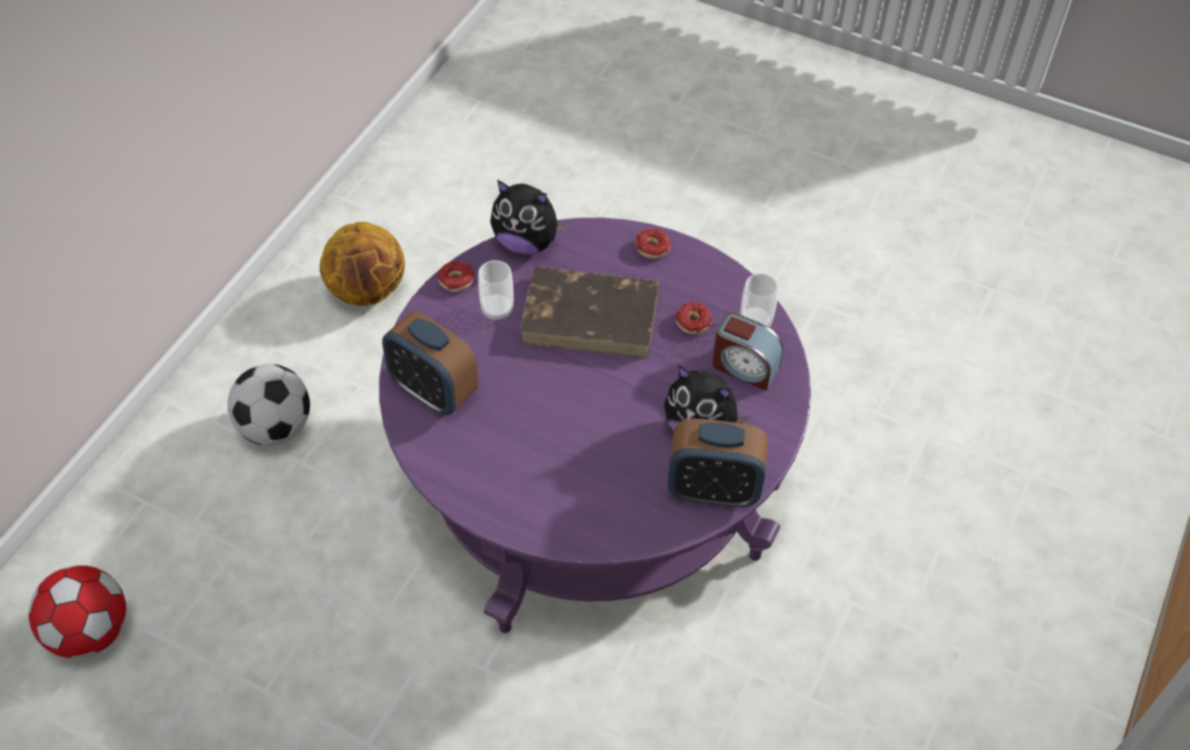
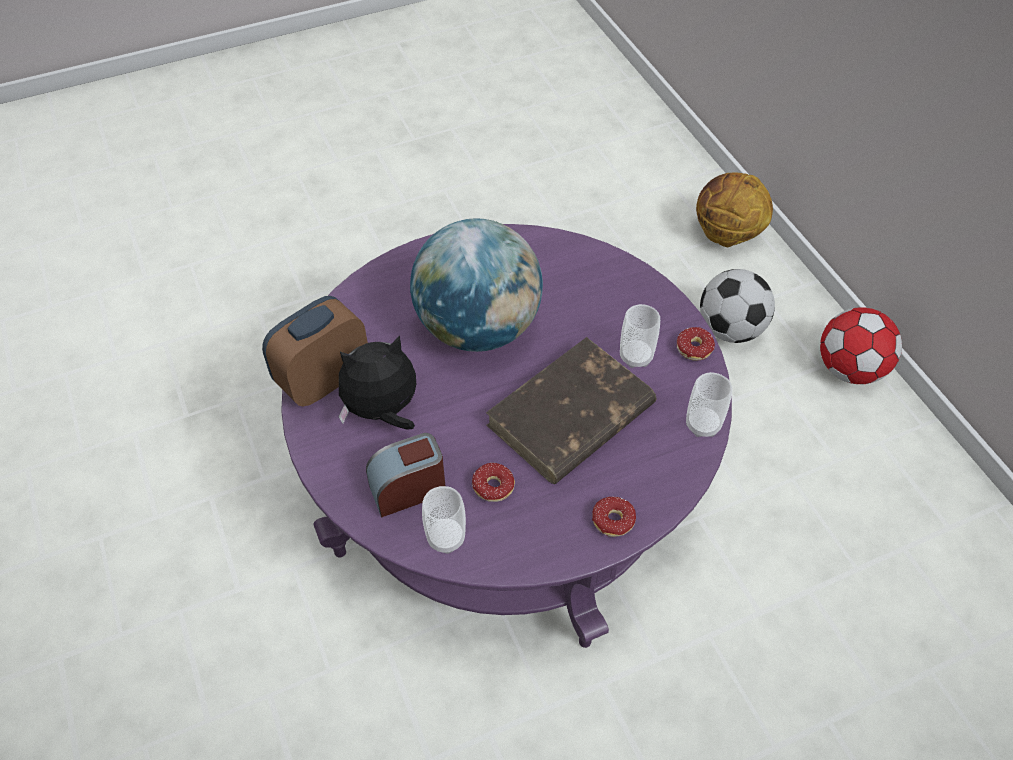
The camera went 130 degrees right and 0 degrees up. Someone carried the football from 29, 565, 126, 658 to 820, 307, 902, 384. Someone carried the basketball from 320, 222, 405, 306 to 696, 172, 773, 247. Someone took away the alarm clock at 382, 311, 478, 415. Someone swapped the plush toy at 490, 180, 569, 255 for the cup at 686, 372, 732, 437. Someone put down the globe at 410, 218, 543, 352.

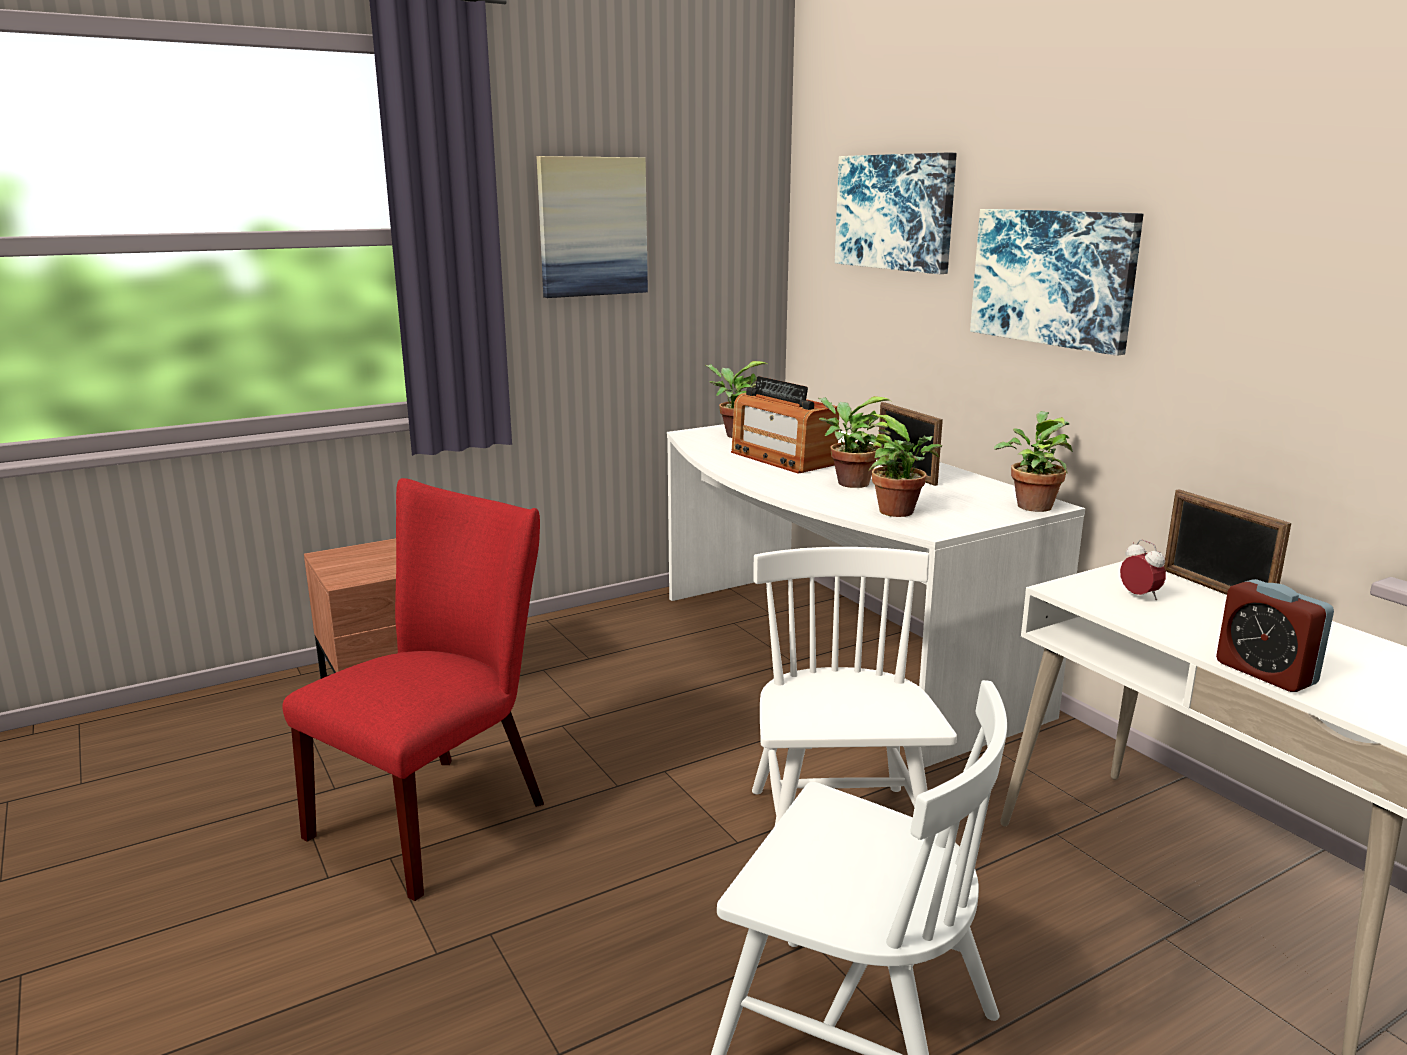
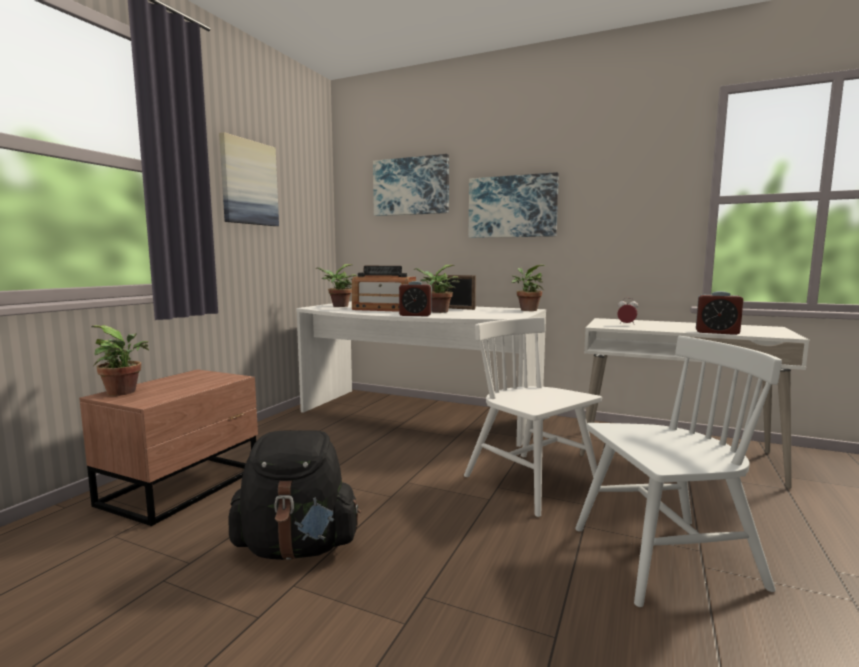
The camera went 35 degrees left and 10 degrees down. Someone swapped the red chair at 282, 478, 544, 901 for the black backpack at 229, 430, 361, 560. Someone carried the potted plant from 868, 414, 942, 517 to 91, 325, 149, 396. Someone took away the picture frame at 1164, 489, 1291, 595. Someone put down the alarm clock at 399, 281, 432, 316.

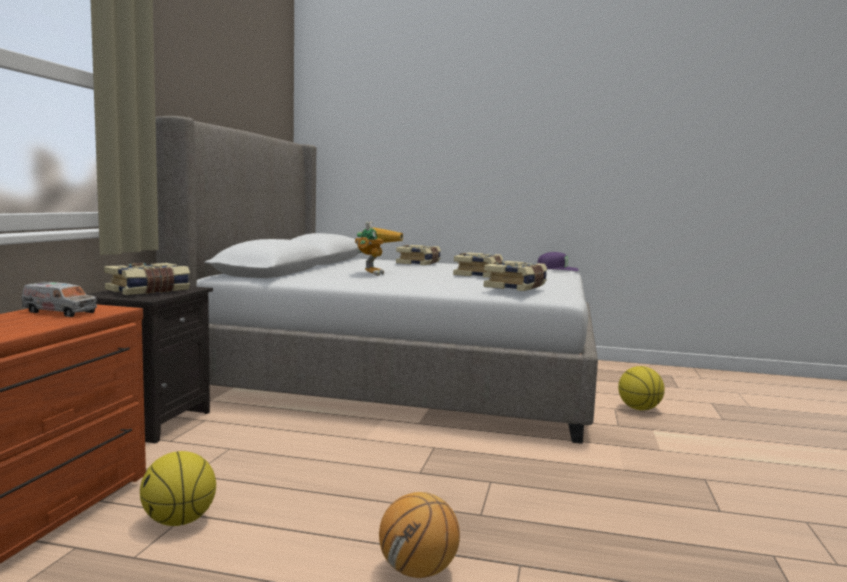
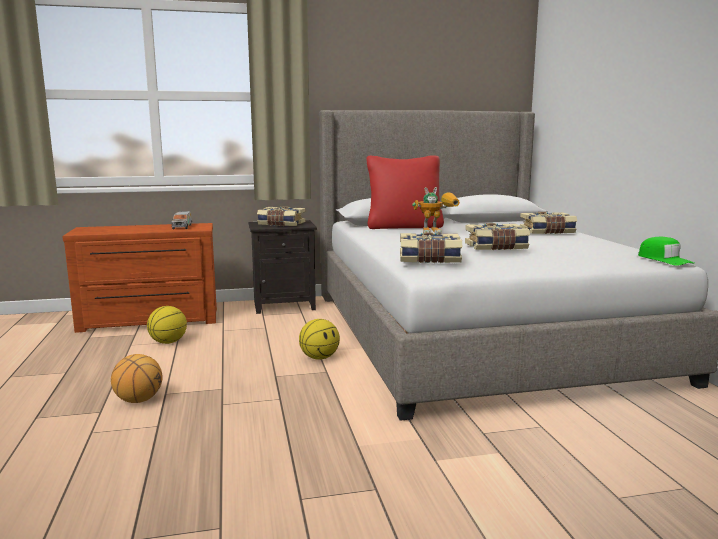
The camera went 65 degrees right and 5 degrees up. Someone repainted the purple cap at 537, 252, 578, 271, which became the green cap at 638, 237, 694, 266. Someone carried the basketball from 618, 366, 665, 410 to 299, 319, 340, 360. Someone put down the red pillow at 367, 156, 444, 229.

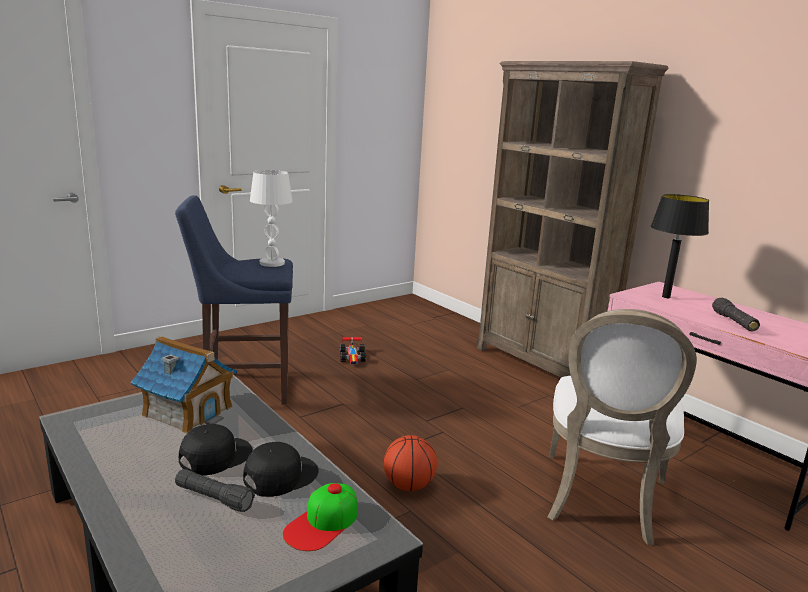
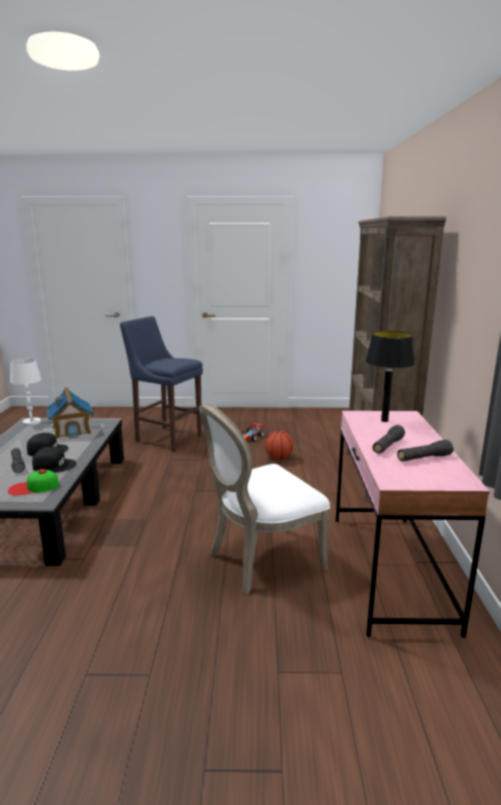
The camera went 40 degrees right and 0 degrees up. Someone carried the white table lamp from 250, 170, 293, 267 to 10, 359, 41, 426. Someone carried the basketball from 383, 435, 437, 491 to 265, 431, 293, 460. Someone put down the black flashlight at 397, 439, 454, 462.

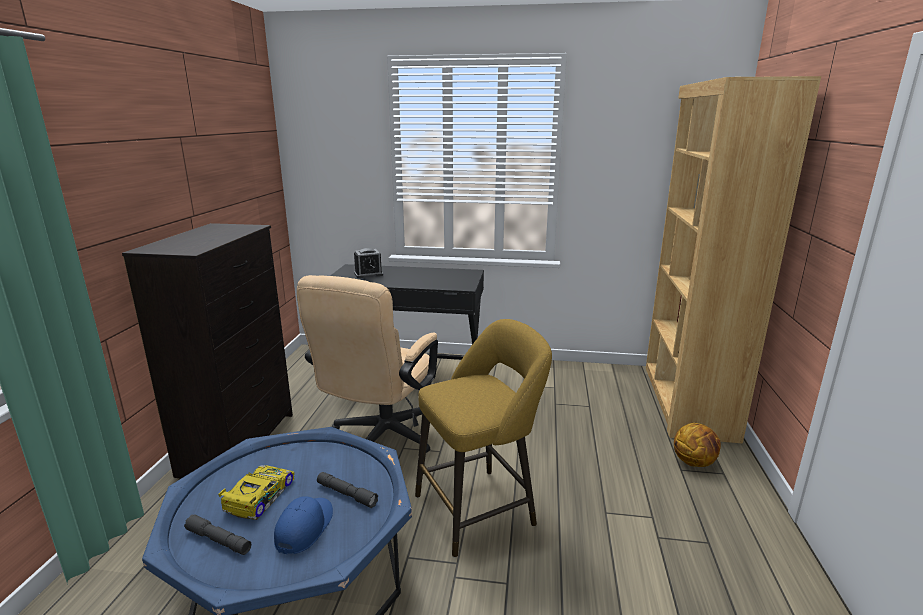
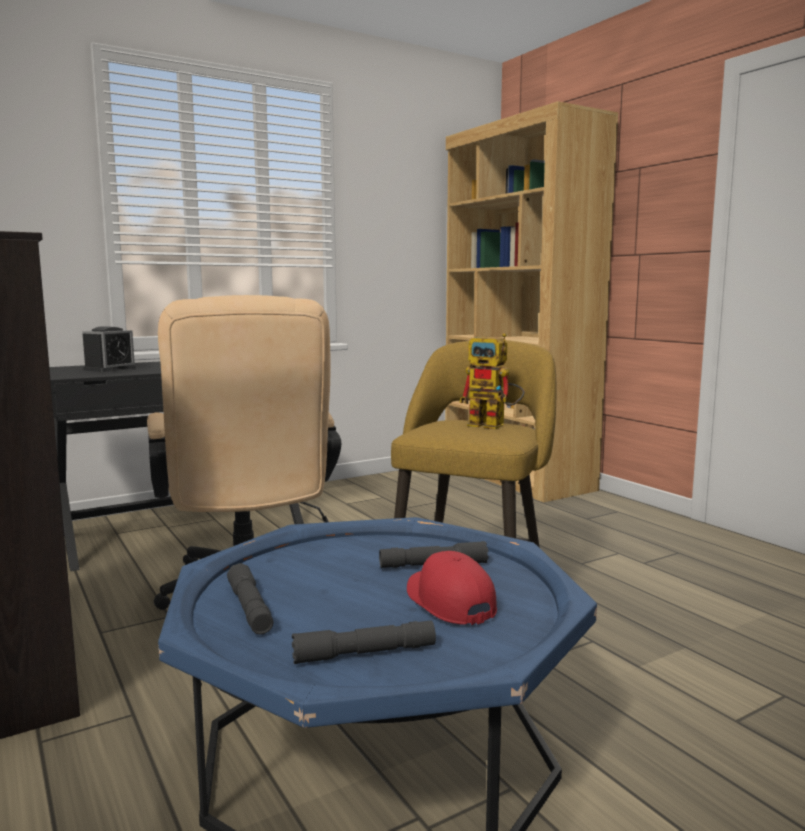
The camera went 40 degrees left and 10 degrees down. Someone took away the toy car at 218, 465, 295, 520. Someone repainted the blue cap at 274, 496, 333, 554, which became the red cap at 407, 551, 497, 625. Someone took away the basketball at 674, 423, 721, 467. Someone put down the grey flashlight at 227, 563, 273, 634. Someone put down the toy robot at 459, 333, 525, 429.

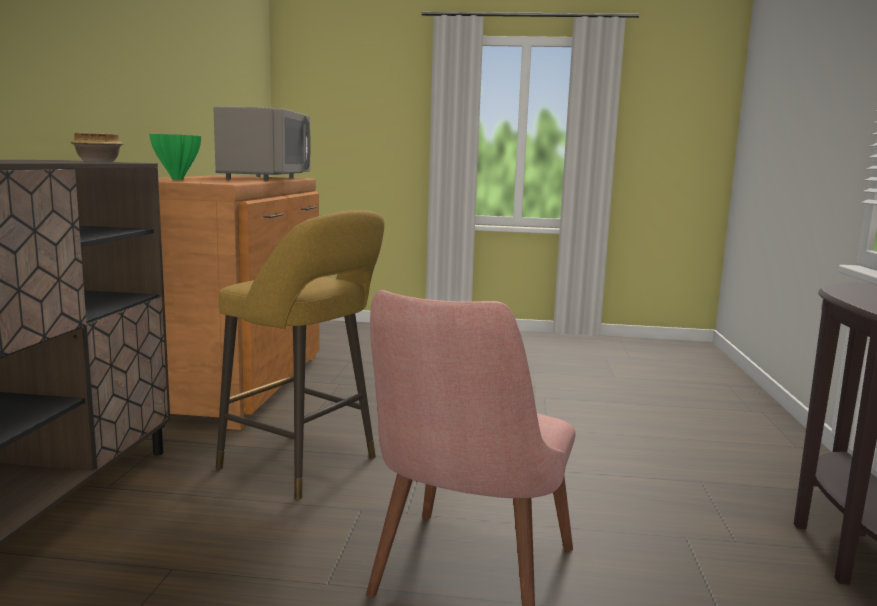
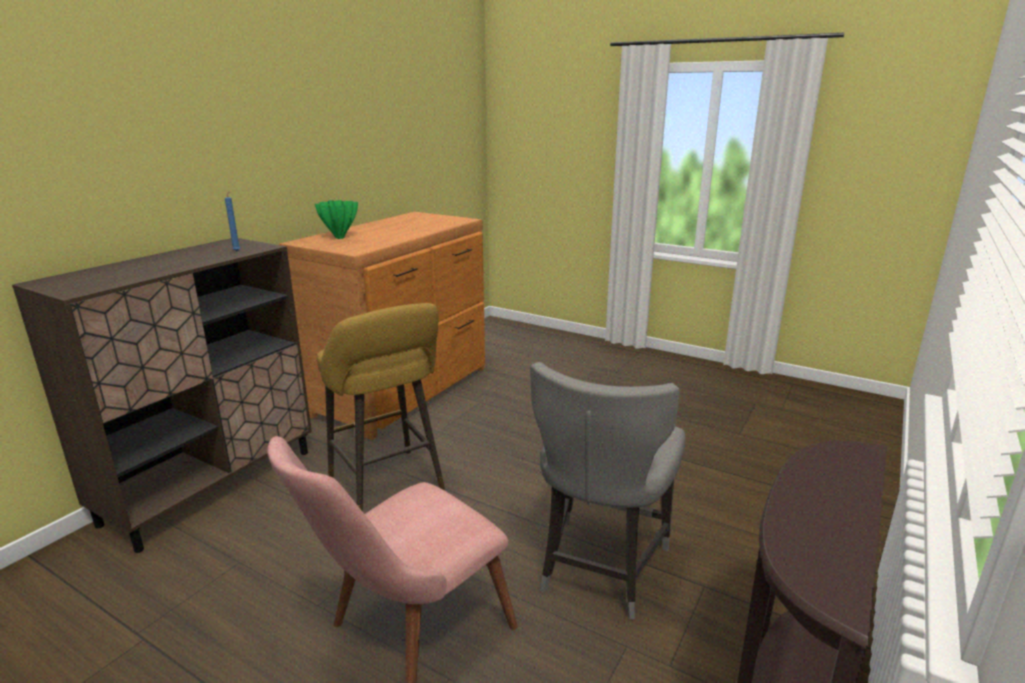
The camera went 25 degrees right and 10 degrees up. Someone swapped the bowl at 70, 132, 123, 162 for the blue candle at 225, 191, 240, 251. Someone took away the grey microwave at 214, 106, 311, 180. Someone put down the grey chair at 530, 362, 685, 620.

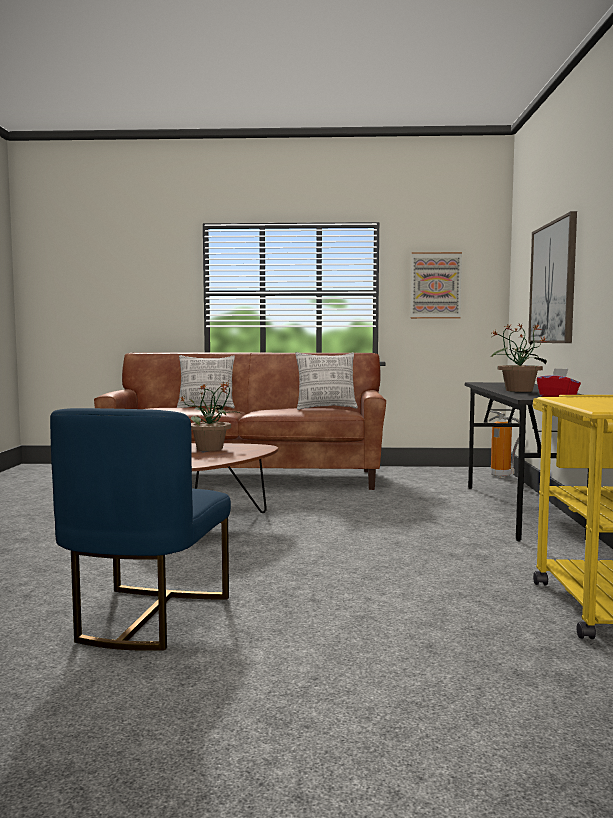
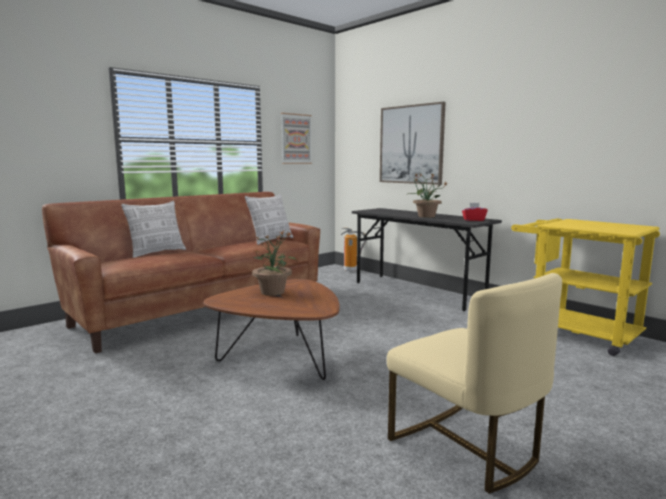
The camera went 45 degrees left and 5 degrees up. Someone repainted the blue chair at 50, 408, 231, 651, which became the beige chair at 387, 273, 562, 494.

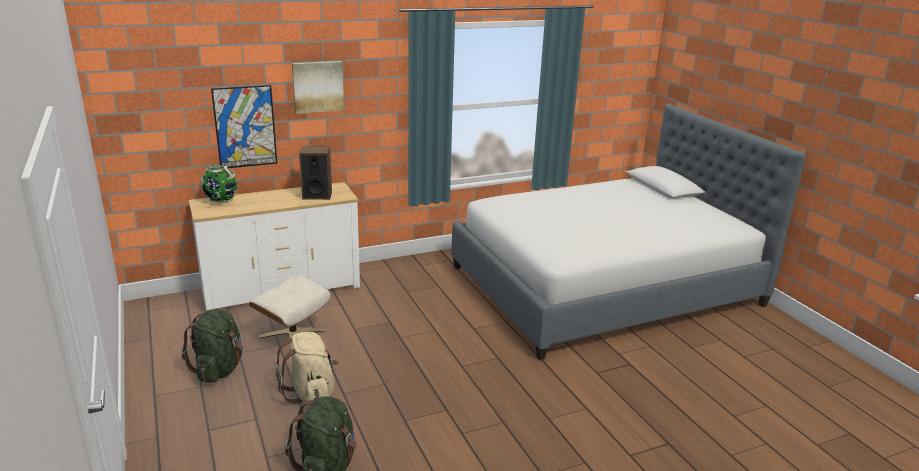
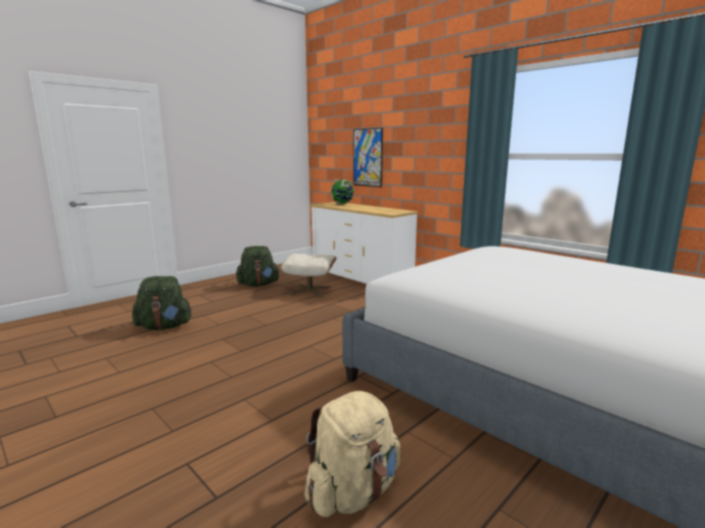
The camera went 70 degrees right and 10 degrees down. Someone carried the beige backpack from 275, 332, 338, 406 to 305, 391, 400, 517. Someone took away the picture at 292, 61, 344, 114. Someone took away the speaker at 299, 146, 332, 200.

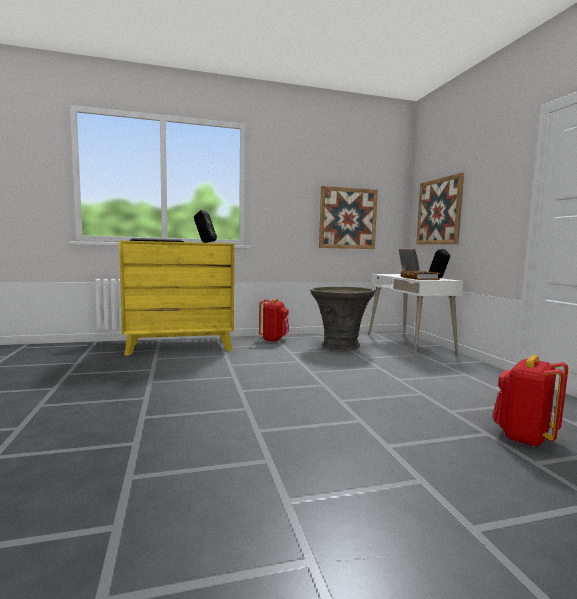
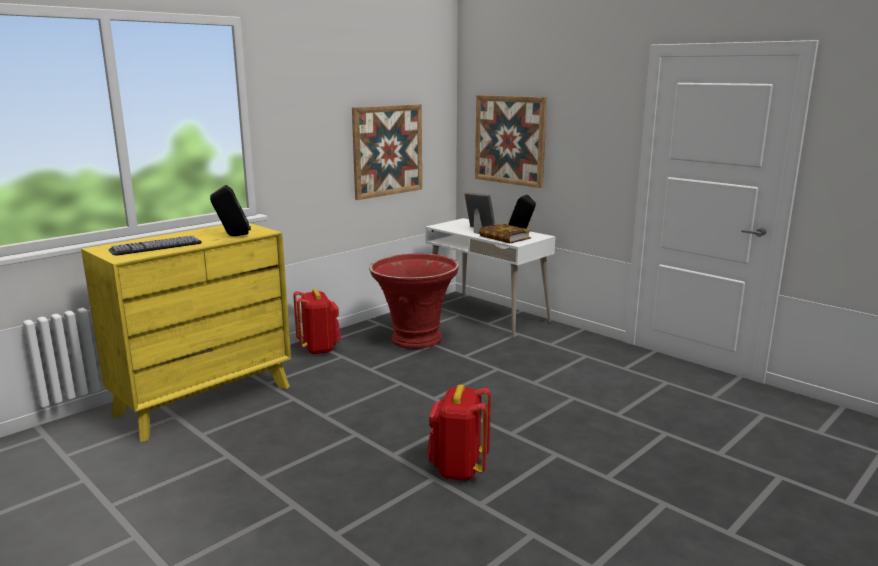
The camera went 30 degrees left and 10 degrees up. Someone repainted the grey planter at 310, 286, 376, 350, which became the red planter at 369, 253, 459, 349. Someone carried the red backpack from 492, 355, 568, 447 to 427, 384, 491, 481.

